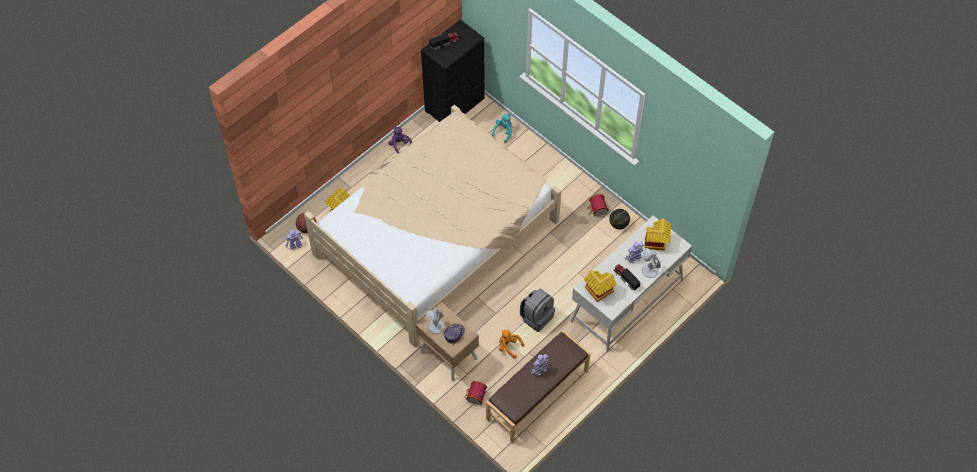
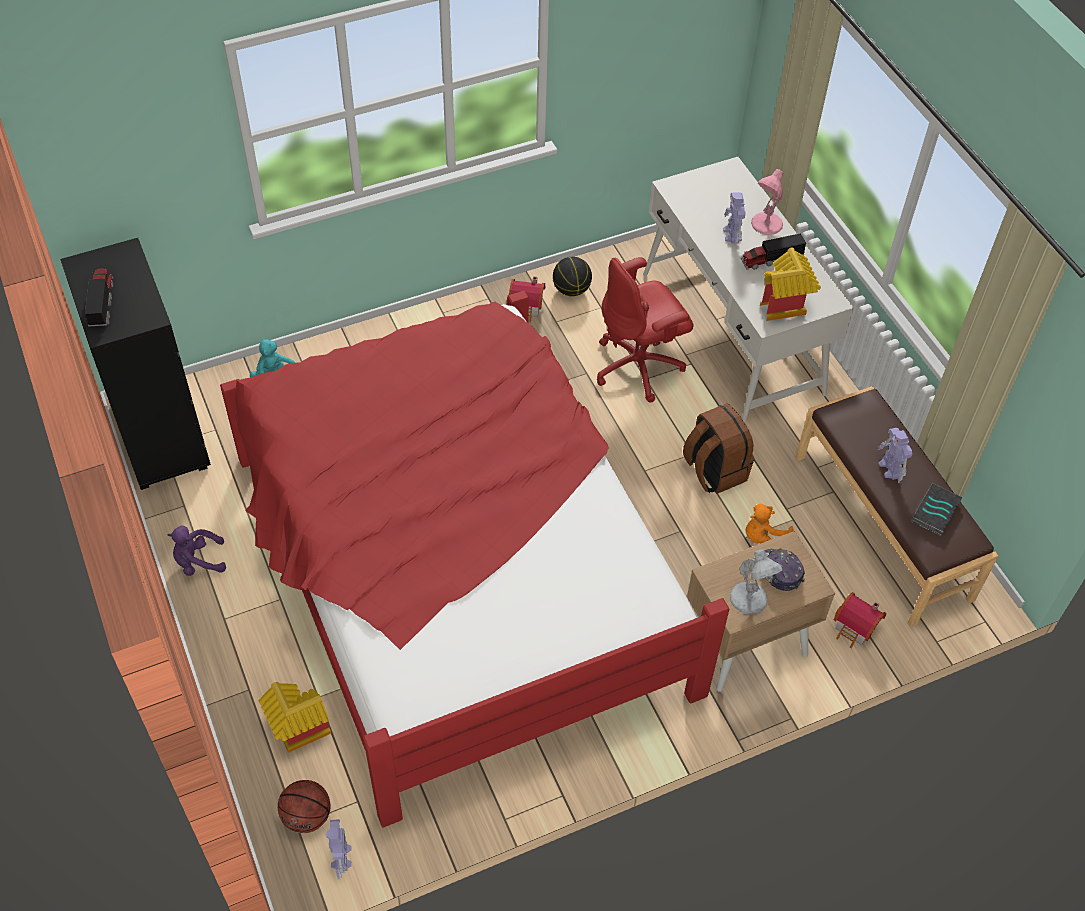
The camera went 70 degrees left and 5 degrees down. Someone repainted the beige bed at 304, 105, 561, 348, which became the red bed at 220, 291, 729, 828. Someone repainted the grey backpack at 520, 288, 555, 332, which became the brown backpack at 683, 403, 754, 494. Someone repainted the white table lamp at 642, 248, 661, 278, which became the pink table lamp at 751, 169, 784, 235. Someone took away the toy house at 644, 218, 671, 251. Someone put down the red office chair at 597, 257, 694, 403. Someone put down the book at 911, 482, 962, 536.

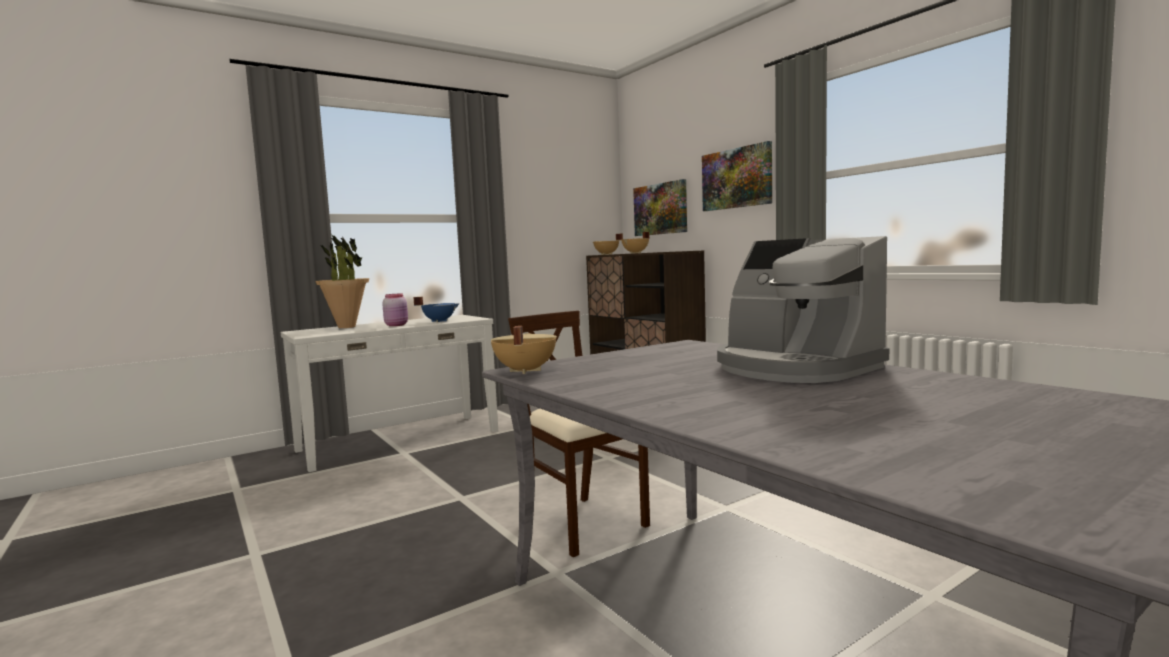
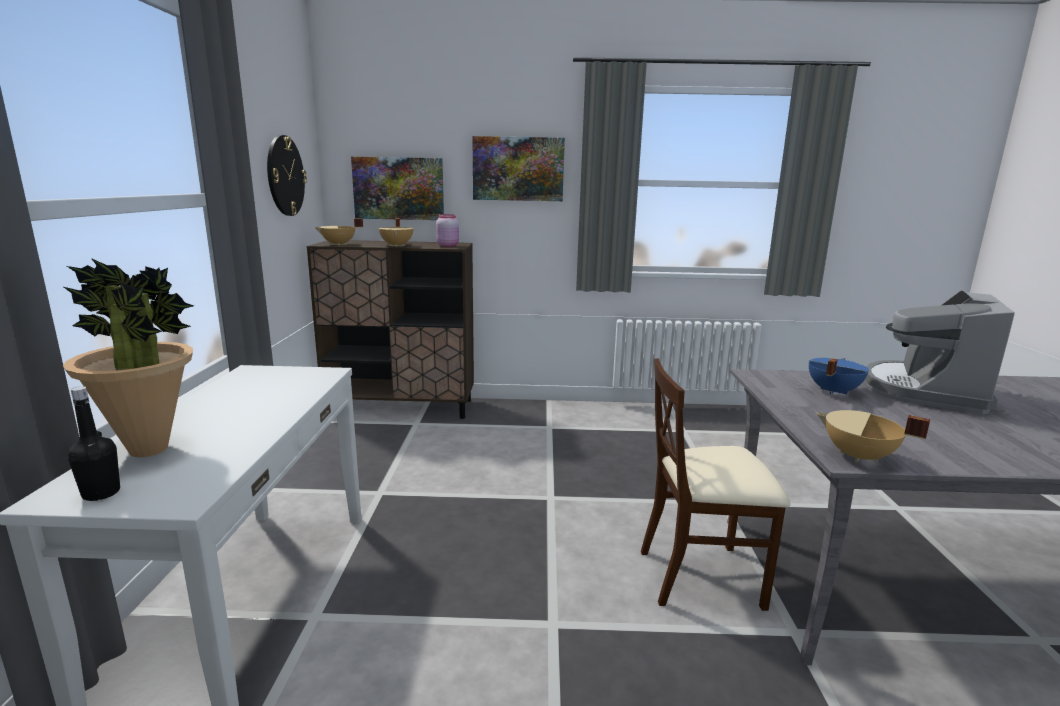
The camera went 55 degrees left and 10 degrees up. Someone carried the pink jar from 382, 294, 408, 326 to 436, 214, 459, 247. Someone carried the blue cooking pot from 413, 297, 459, 322 to 809, 358, 869, 395. Someone rotated the coffee machine at 717, 236, 889, 383 by 120 degrees clockwise. Someone put down the black bottle at 67, 386, 120, 501. Someone put up the wall clock at 267, 135, 307, 216.

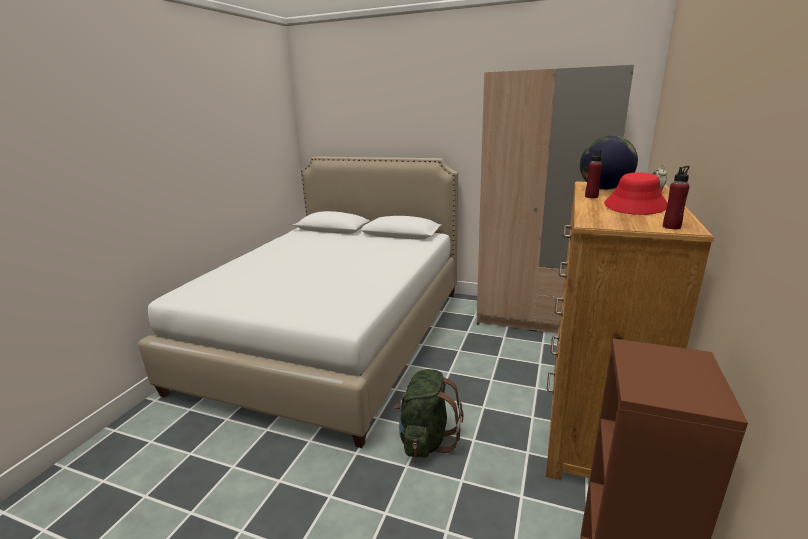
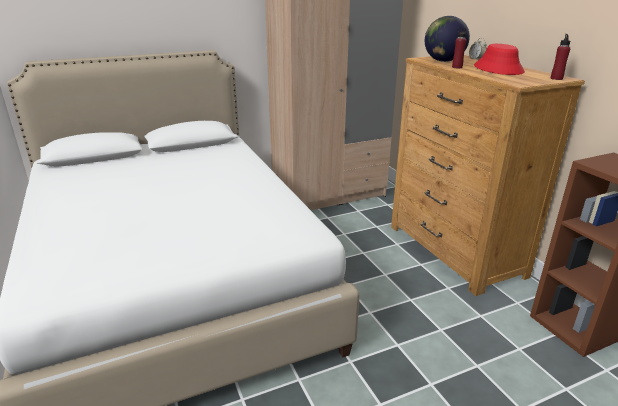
The camera went 45 degrees left and 5 degrees up. Someone took away the green backpack at 394, 369, 463, 458.

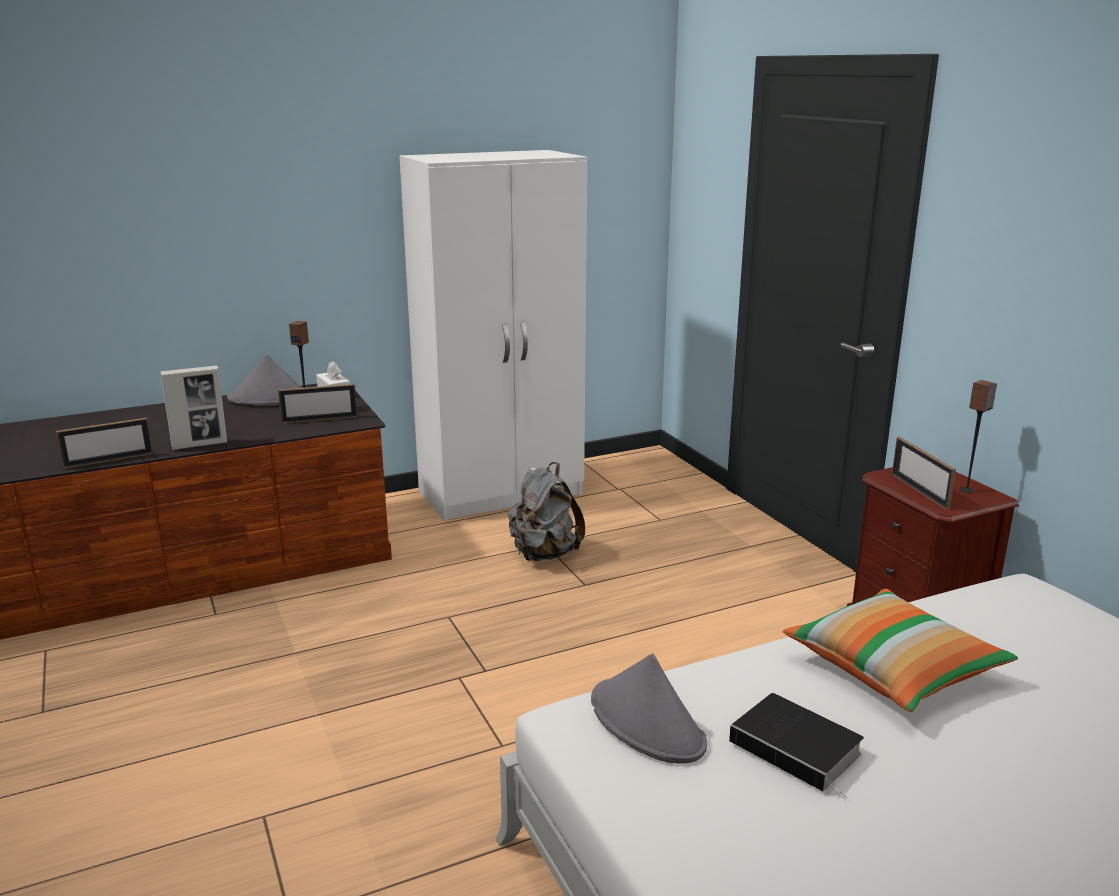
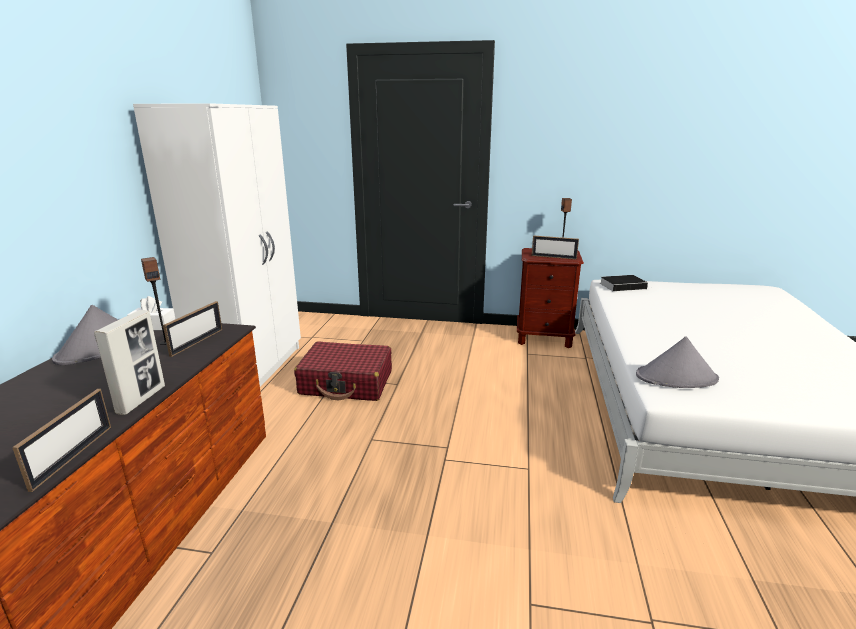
The camera went 55 degrees left and 0 degrees up. Someone swapped the grey backpack at 507, 462, 585, 561 for the red suitcase at 294, 341, 392, 401. Someone carried the book from 729, 693, 864, 799 to 600, 275, 652, 291. Someone took away the pillow at 783, 589, 1018, 712.

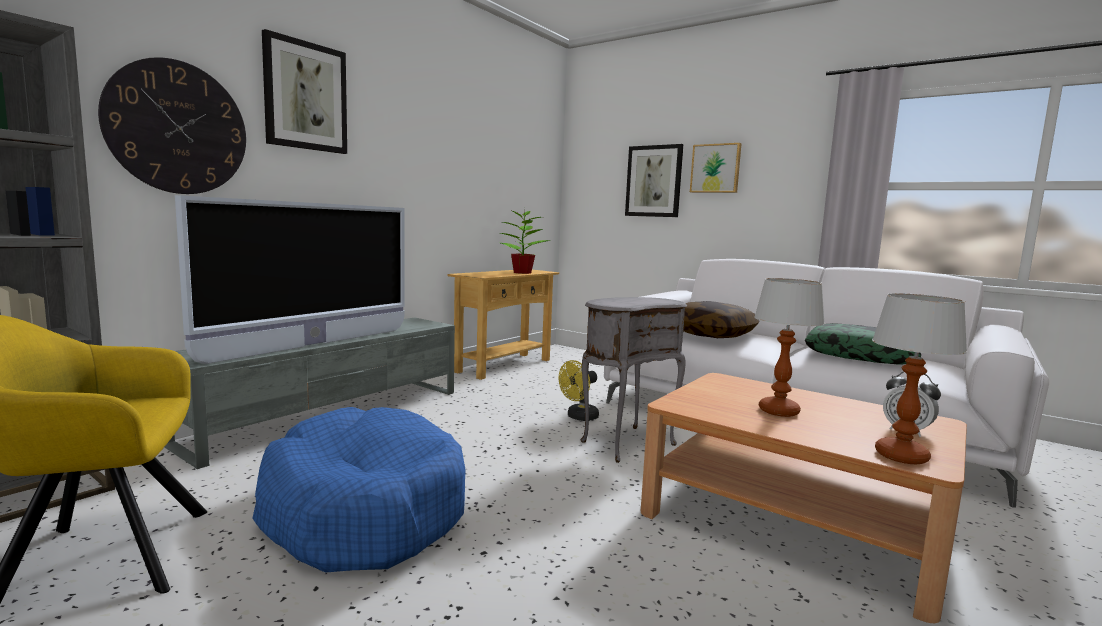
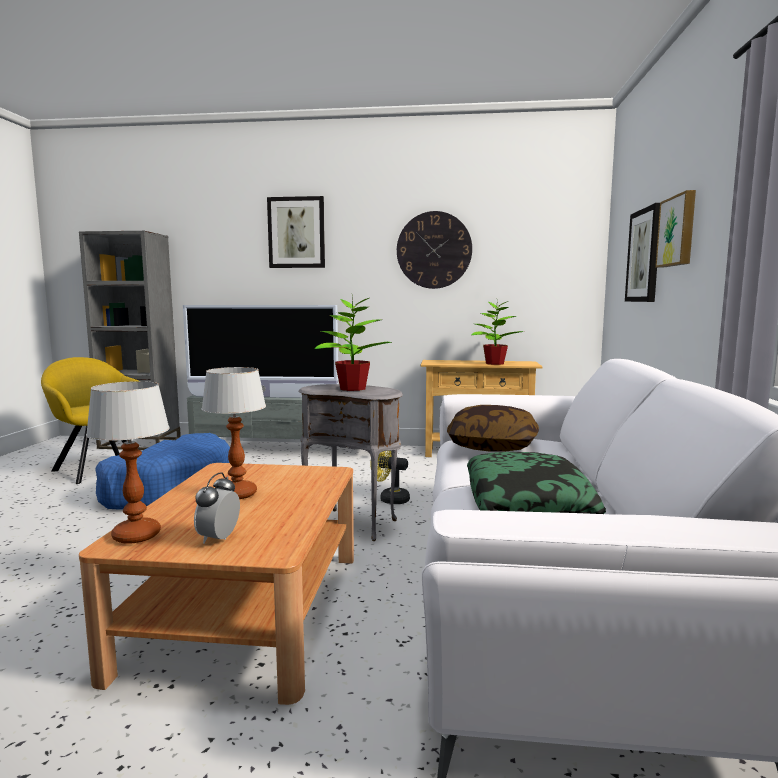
The camera went 60 degrees right and 0 degrees up. Someone carried the wall clock from 98, 57, 246, 194 to 397, 211, 472, 289. Someone put down the potted plant at 315, 295, 392, 391.

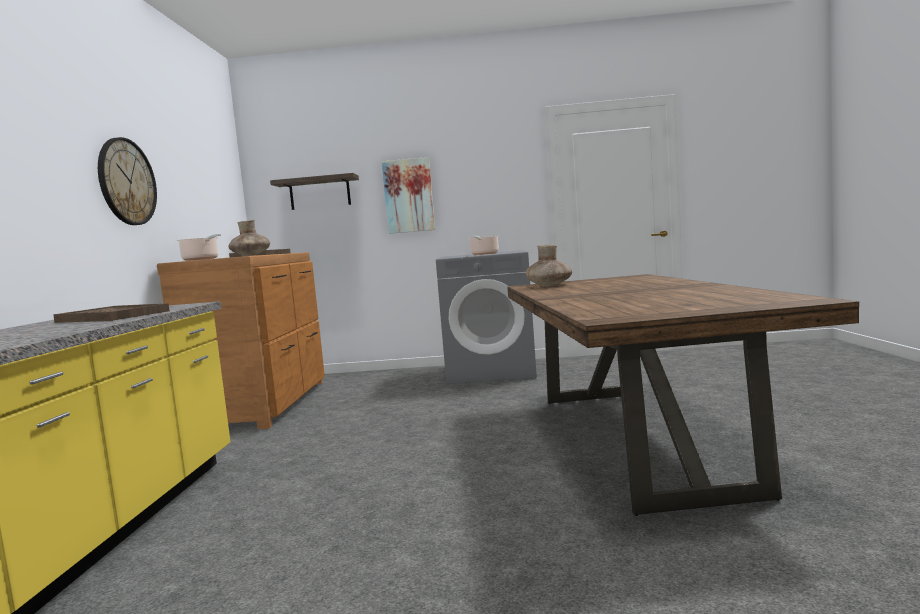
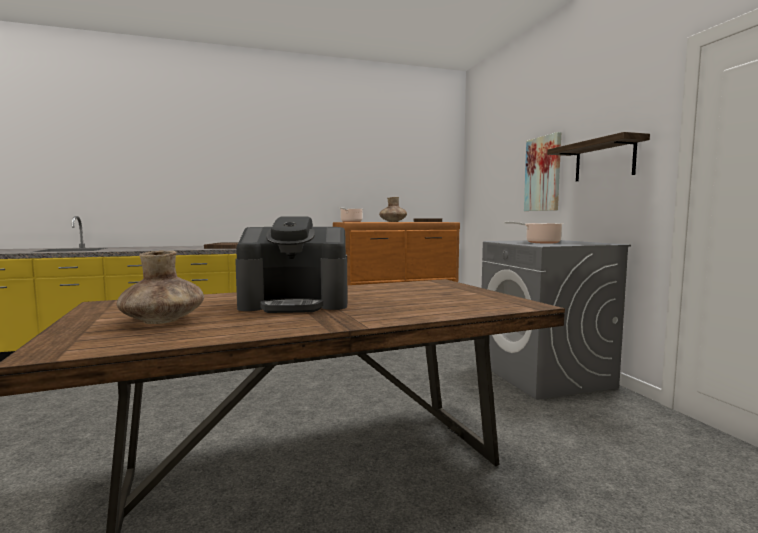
The camera went 70 degrees right and 0 degrees up. Someone took away the wall clock at 98, 137, 157, 225. Someone carried the shelf from 270, 173, 359, 210 to 547, 132, 650, 181. Someone carried the brown vase from 526, 245, 572, 287 to 116, 251, 204, 324. Someone put down the coffee machine at 235, 217, 348, 313.

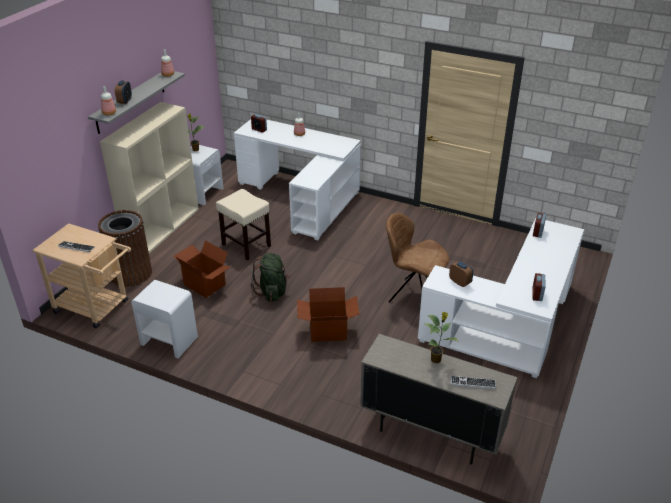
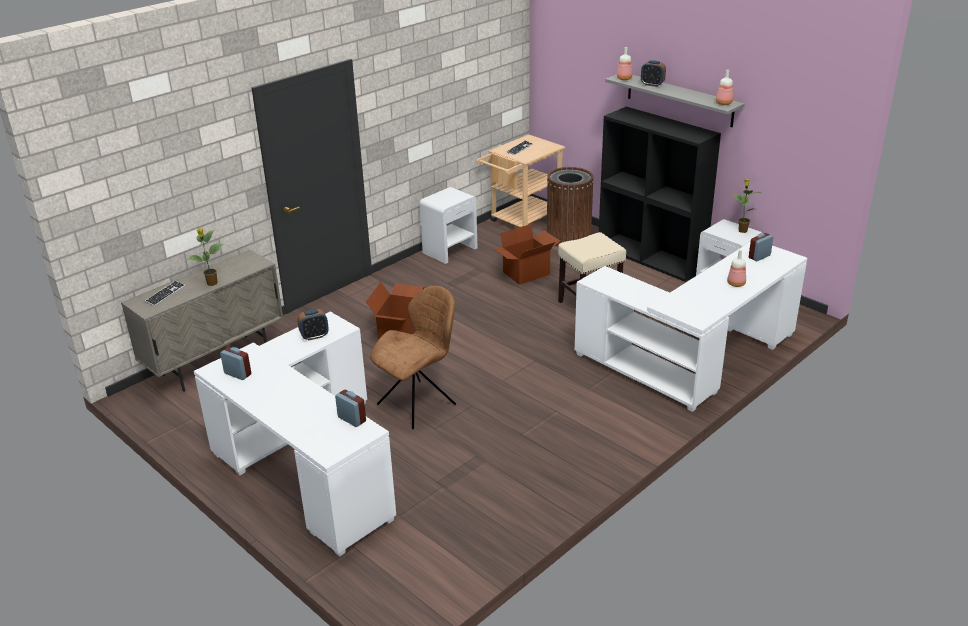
The camera went 110 degrees right and 5 degrees down. Someone repainted the beige bookcase at 100, 102, 199, 253, which became the black bookcase at 599, 106, 721, 282. Someone took away the green backpack at 251, 253, 290, 302.

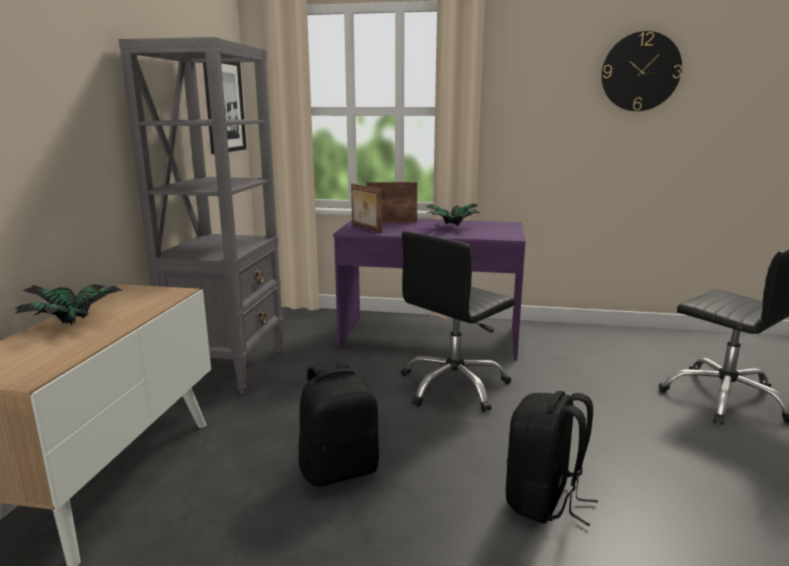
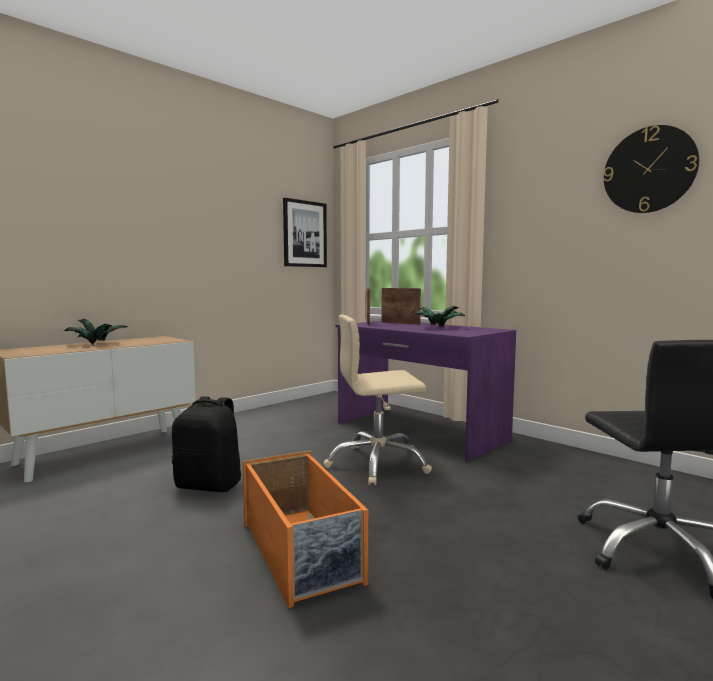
The camera went 35 degrees right and 10 degrees down. Someone took away the grey bookcase at 119, 37, 283, 394. Someone repainted the black office chair at 401, 231, 515, 412, which became the beige office chair at 324, 315, 432, 486. Someone swapped the black backpack at 506, 391, 598, 526 for the orange storage box at 243, 450, 368, 608.

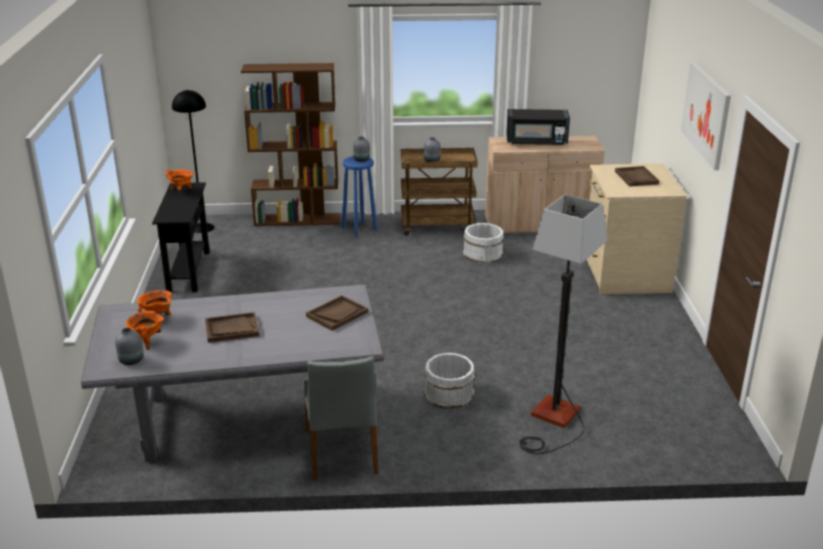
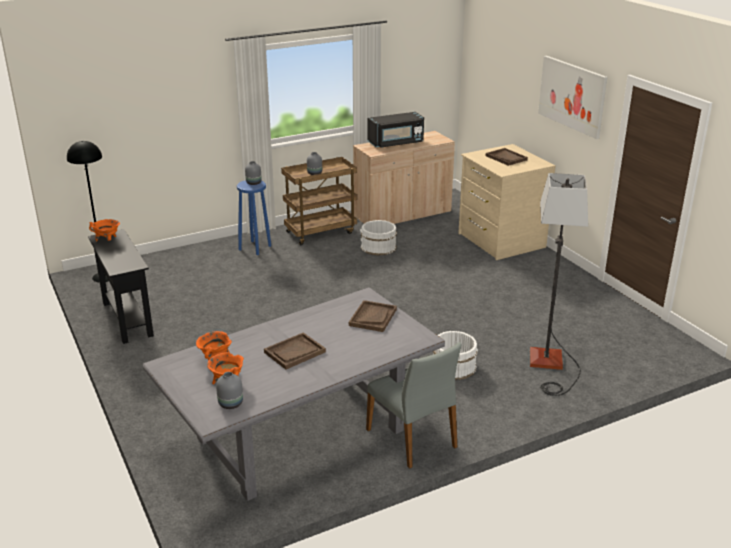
The camera went 25 degrees left and 0 degrees up. Someone took away the brown bookcase at 241, 63, 340, 226.

